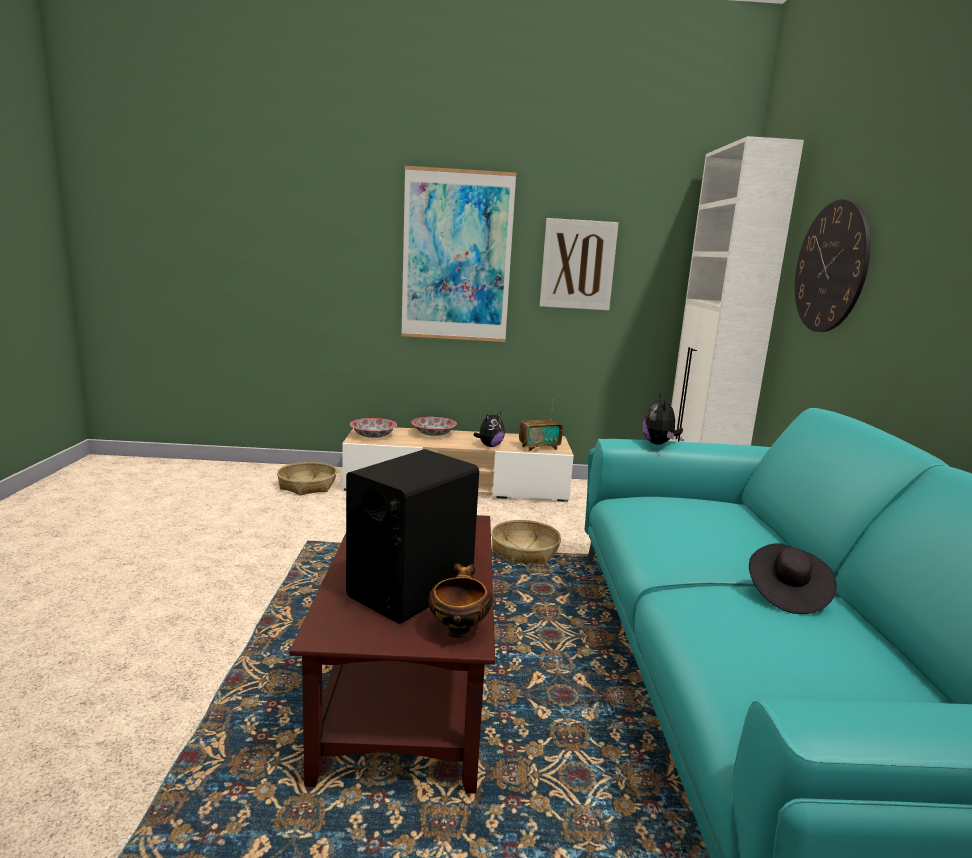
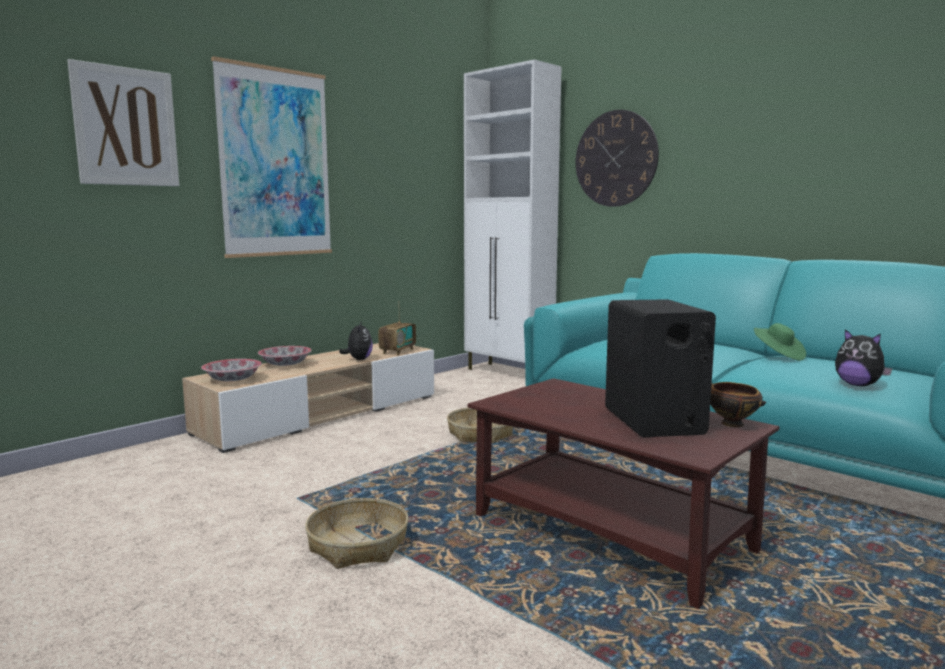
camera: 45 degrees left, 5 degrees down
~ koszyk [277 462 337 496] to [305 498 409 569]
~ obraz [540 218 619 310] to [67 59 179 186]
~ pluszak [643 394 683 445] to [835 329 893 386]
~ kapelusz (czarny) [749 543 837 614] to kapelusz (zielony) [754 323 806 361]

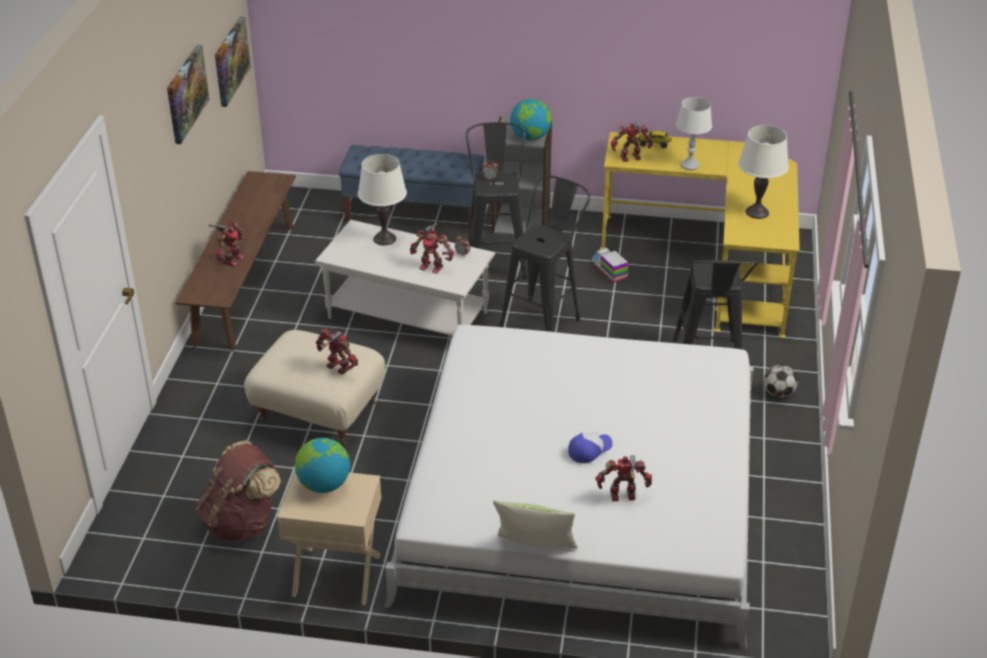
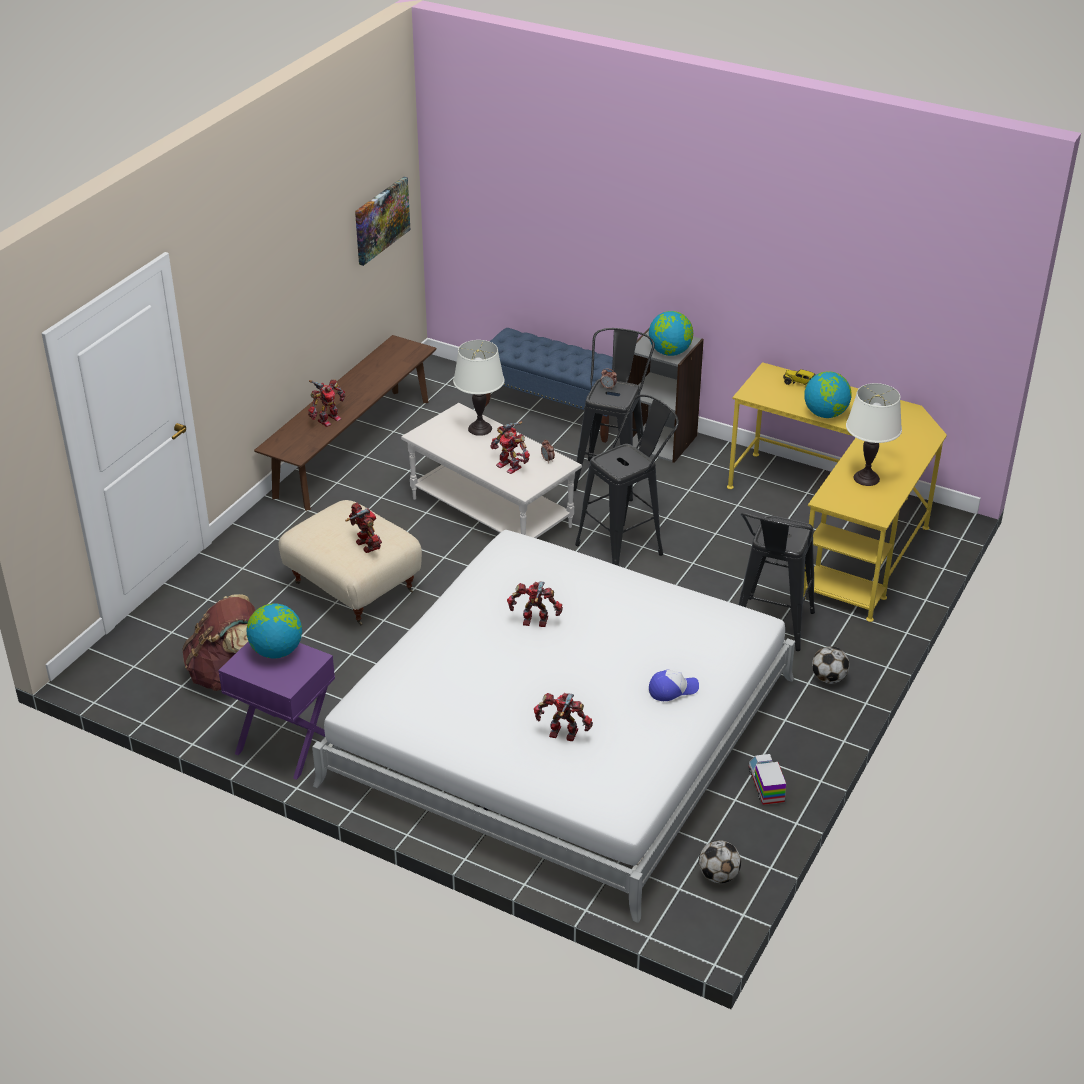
camera: 20 degrees right, 0 degrees up
- obraz [167 45 209 144]
- poduszka [493 500 578 549]
+ piłka futbolowa [699 840 741 883]
~ czapka z daszkiem [568 432 613 463] to [649 670 699 701]
~ ciężarówka zabawkowa [591 248 628 283] to [749 754 786 805]
~ robot zabawkowy [610 121 653 162] to [507 581 563 627]
~ lampa stołowa (biały) [676 97 712 170] to globus [804 371 852 418]
~ szafka nocna (beżowy) [277 472 382 605] to szafka nocna (fioletowy) [218 641 335 780]

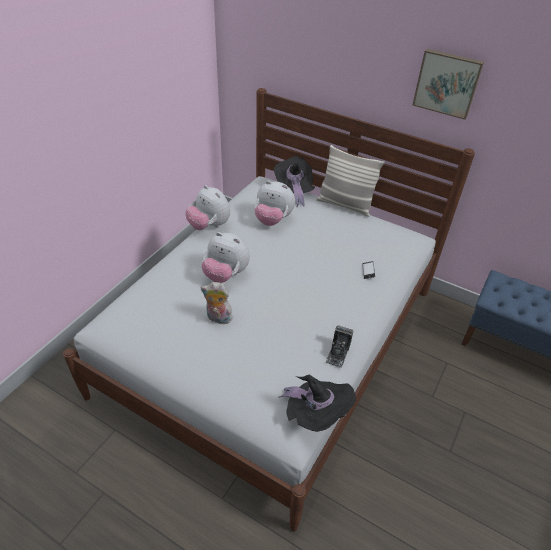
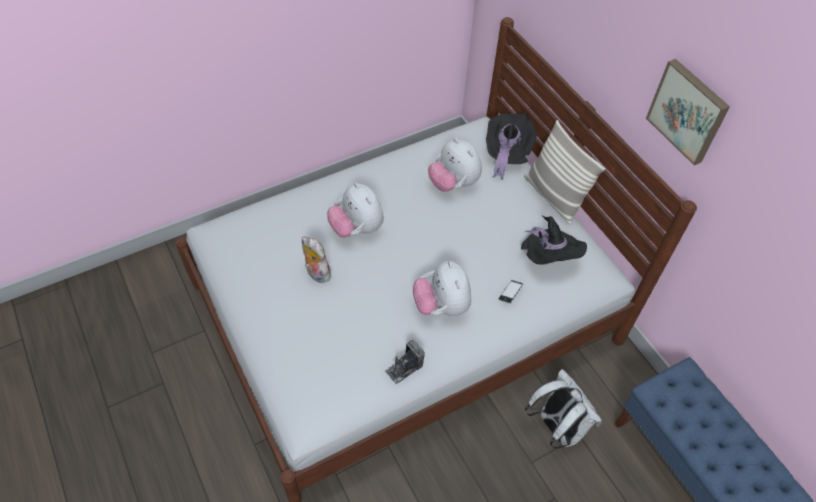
camera: 30 degrees right, 10 degrees up
+ plecak (biały) [525 369 602 449]
~ pluszak [185 185 230 230] to [413 261 471 316]
~ kapelusz (czarny) [278 375 356 432] to [521 216 587 265]

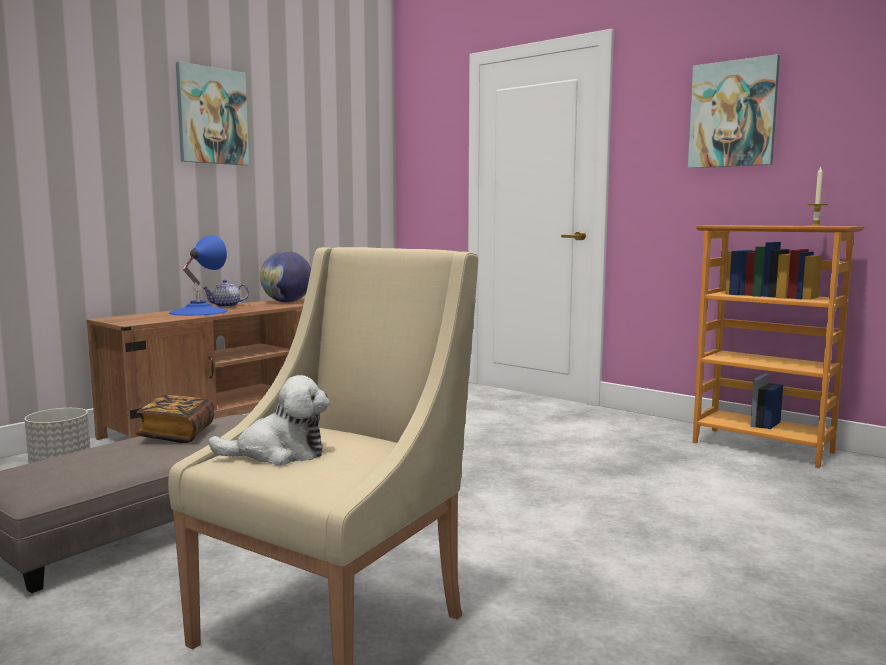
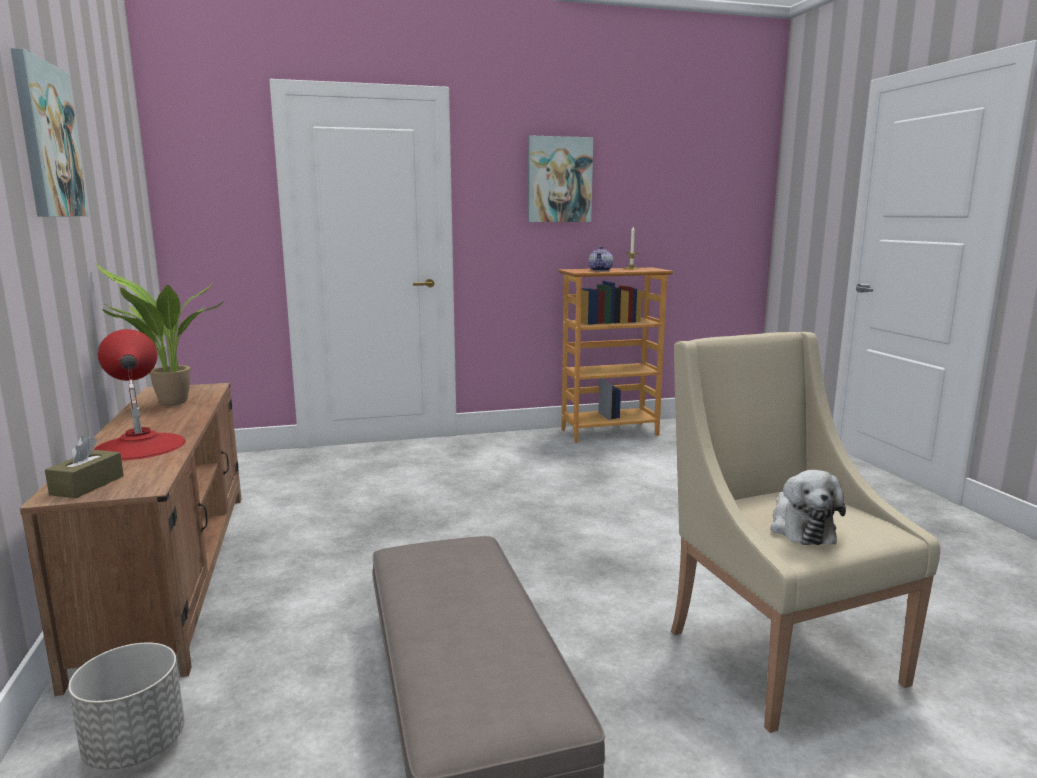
camera: 55 degrees left, 5 degrees up
- książka [136 395 214 443]
+ pudełko chusteczek (brązowy) [45 436 124 498]
~ imbryk [202 280 249 307] to [588 246 613 272]
~ globus [260 251 311 302] to roślina doniczkowa [96 264 224 406]
~ lampa stołowa (niebieski) [169 235 228 316] to lampa stołowa (czerwony) [94 329 186 461]
~ pluszak [208 375 330 466] = [770 470 846 545] 150 degrees clockwise

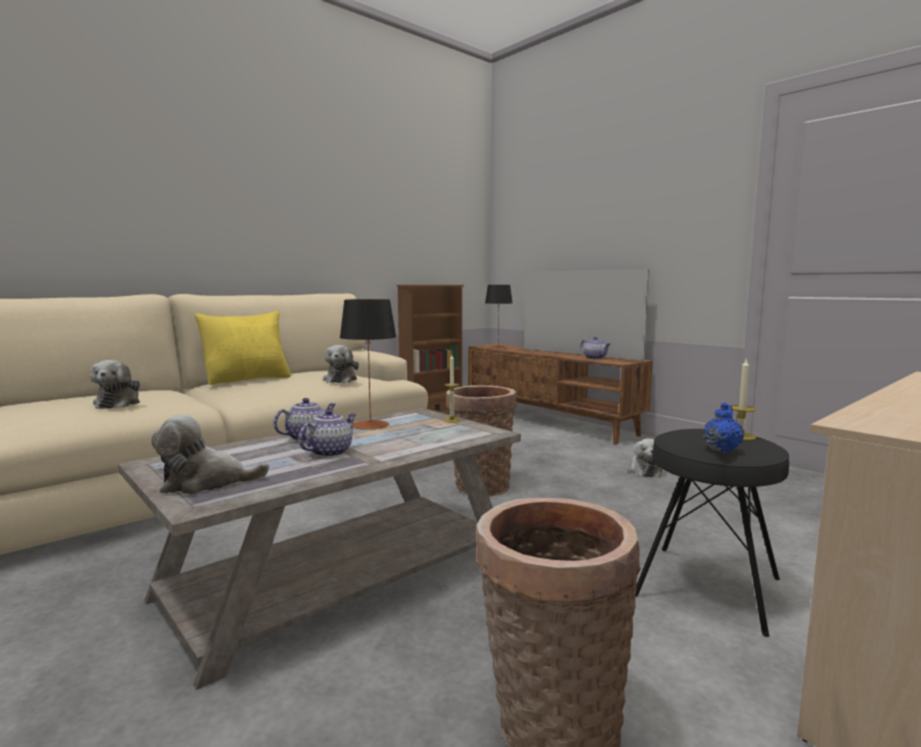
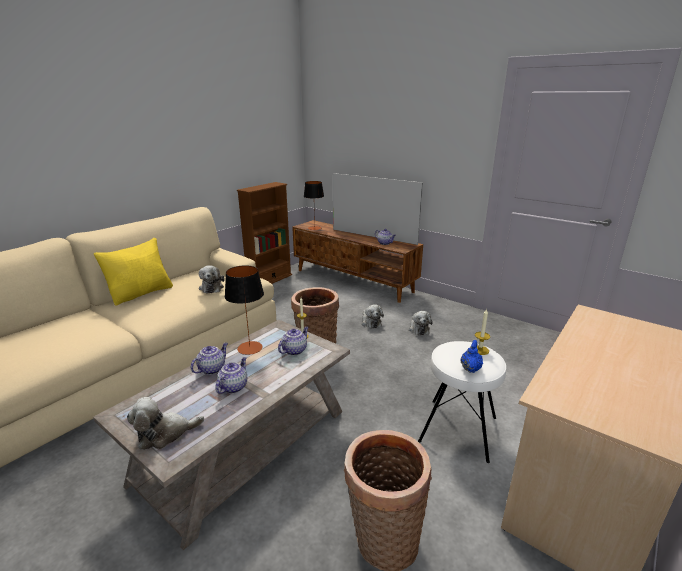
camera: 10 degrees left, 15 degrees up
+ imbryk [278 326 309 355]
~ pluszak [90 360 140 409] to [362 304 384 329]
~ stołek (czarny) [635 429 789 637] to stołek (biały) [418 341 506 463]

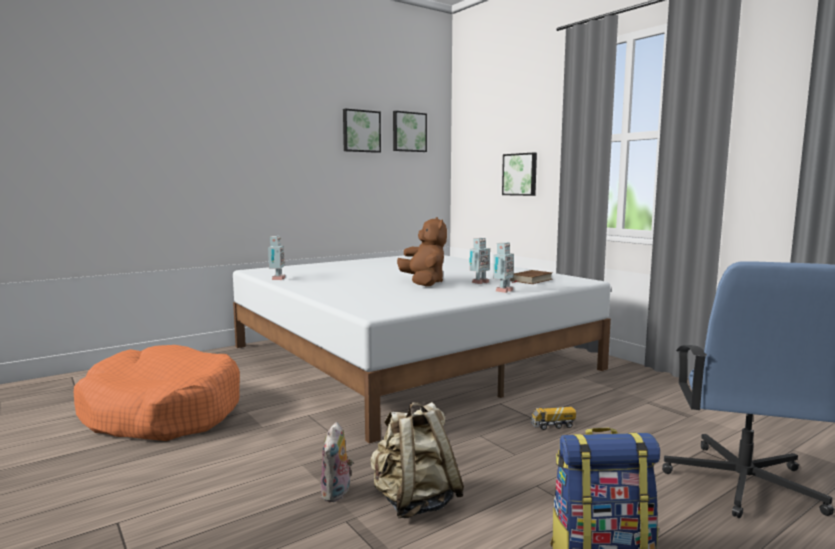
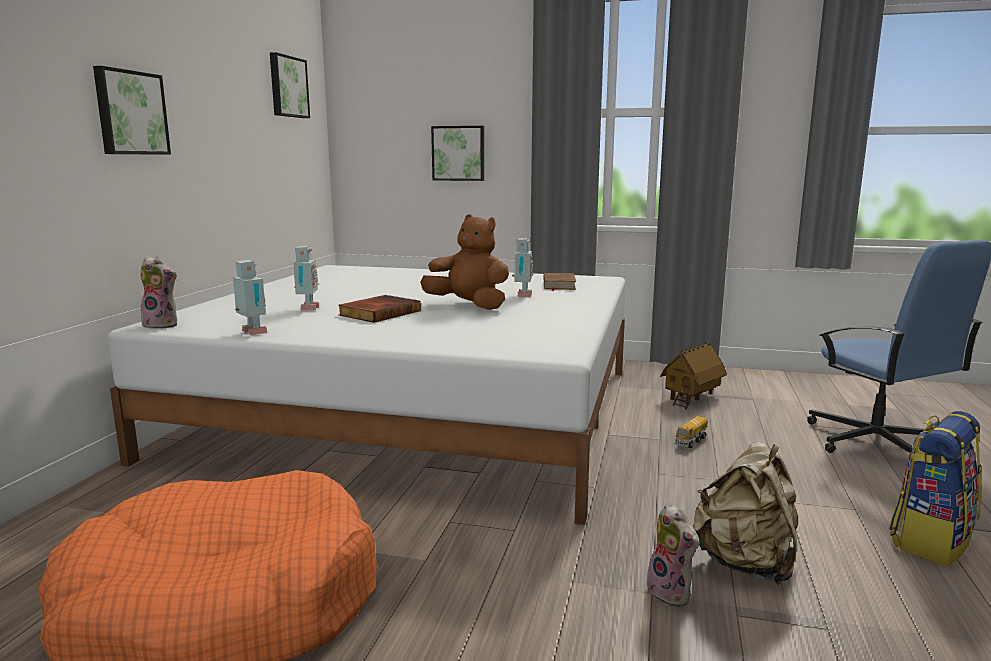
camera: 40 degrees left, 5 degrees up
+ pluszak [140 256 177 329]
+ książka [338 295 421 323]
+ domek [660 343 727 409]
~ obraz [343 109 381 153] to [93 66 171 155]
~ robot zabawkowy [493 242 514 293] to [293 246 319 311]

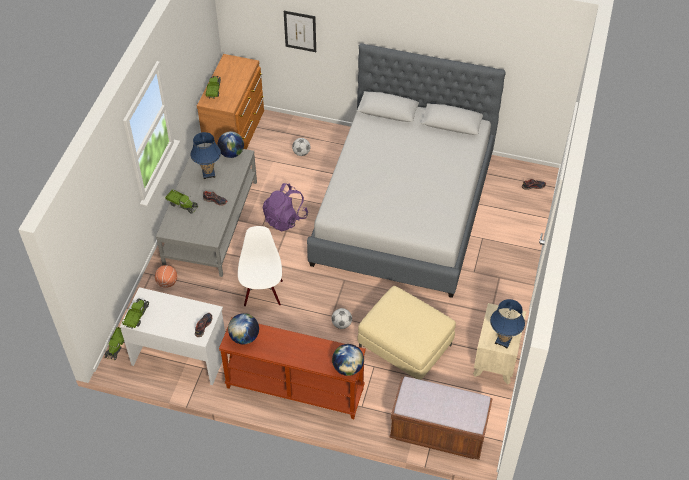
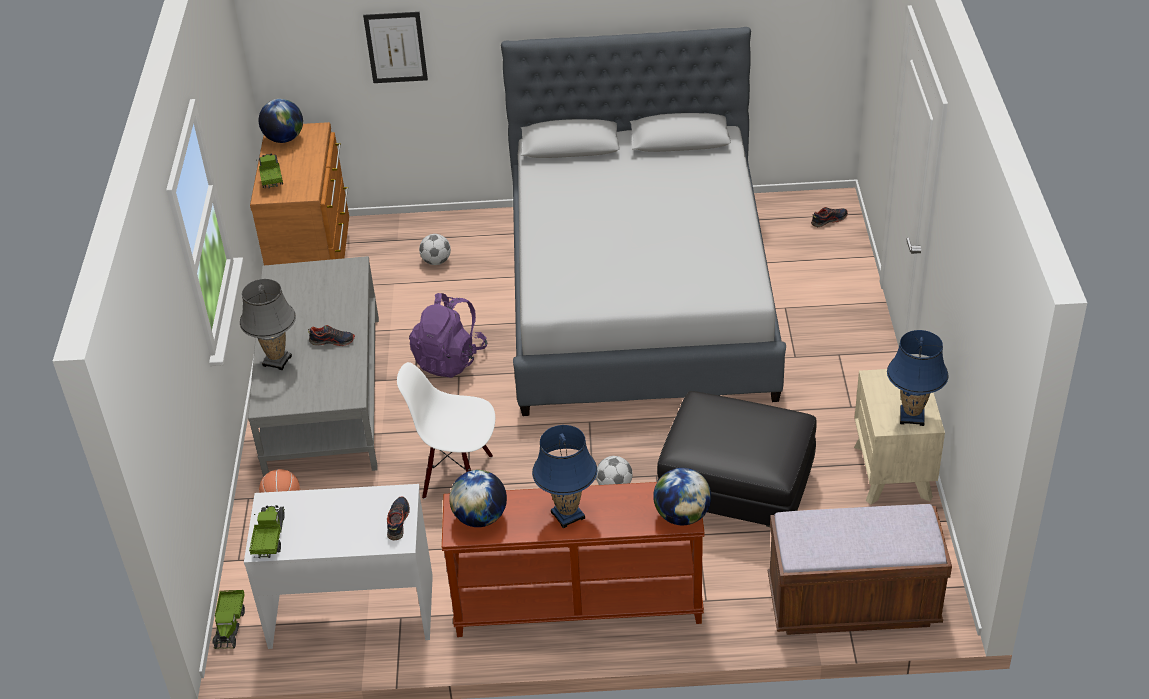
camera: 15 degrees left, 10 degrees down
~ lampa stołowa (niebieski) [190 132 221 179] to [532 425 597 528]
~ globus [217 131 244 158] to [259 99 303 143]
~ ciężarówka zabawkowa [165 189 198 214] to lampa stołowa (szary) [240 279 296 370]
~ pufa (beżowy) [358 286 456 380] to pufa (czarny) [657 391 817 527]
~ krzesło (biały) [238 226 283 307] = [397 362 495 499] 60 degrees counterclockwise

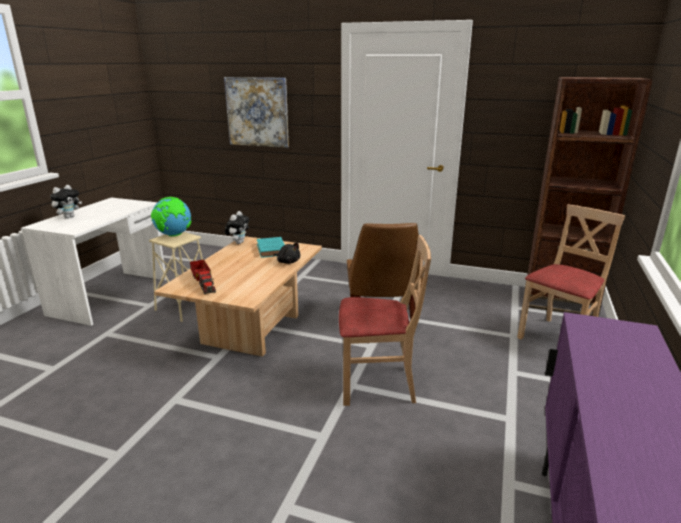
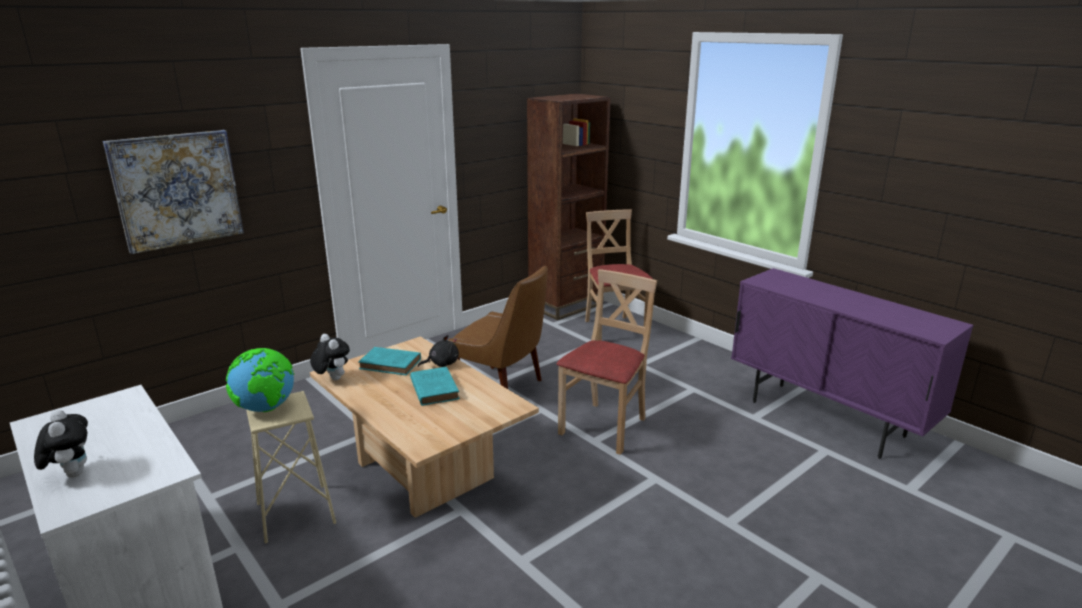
camera: 60 degrees left, 0 degrees up
- ciężarówka zabawkowa [190 259 216 295]
+ książka (turkusowy) [410 367 460 406]

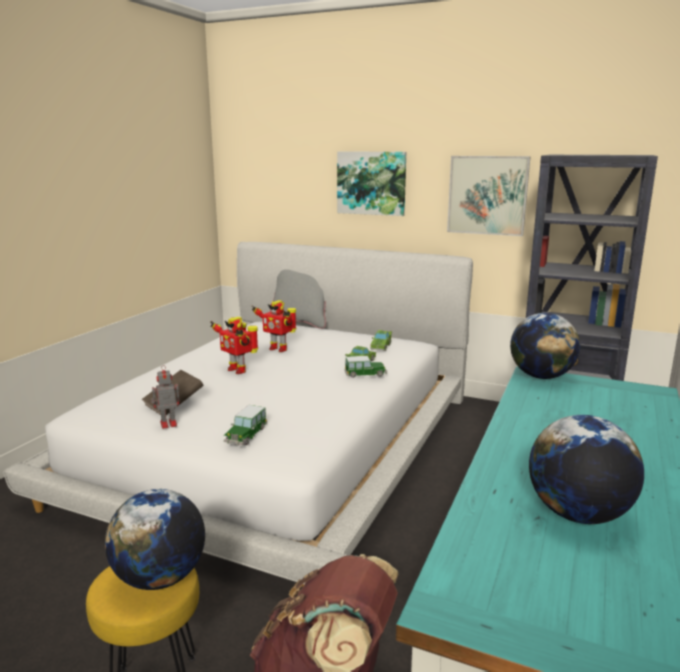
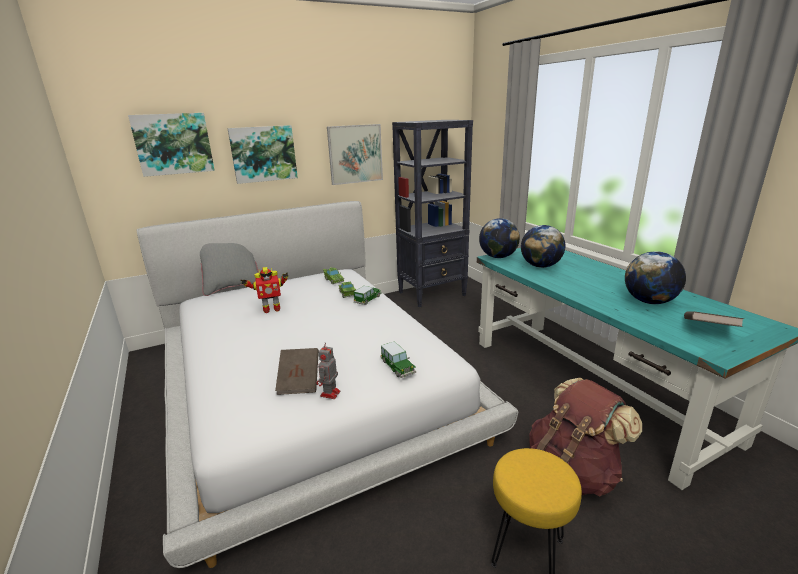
camera: 50 degrees left, 5 degrees up
- robot zabawkowy [210 317 258 374]
+ obraz [128 113 215 177]
+ książka (brązowy) [684 311 744 327]
~ globus [105 489 205 590] to [521 225 565 268]

